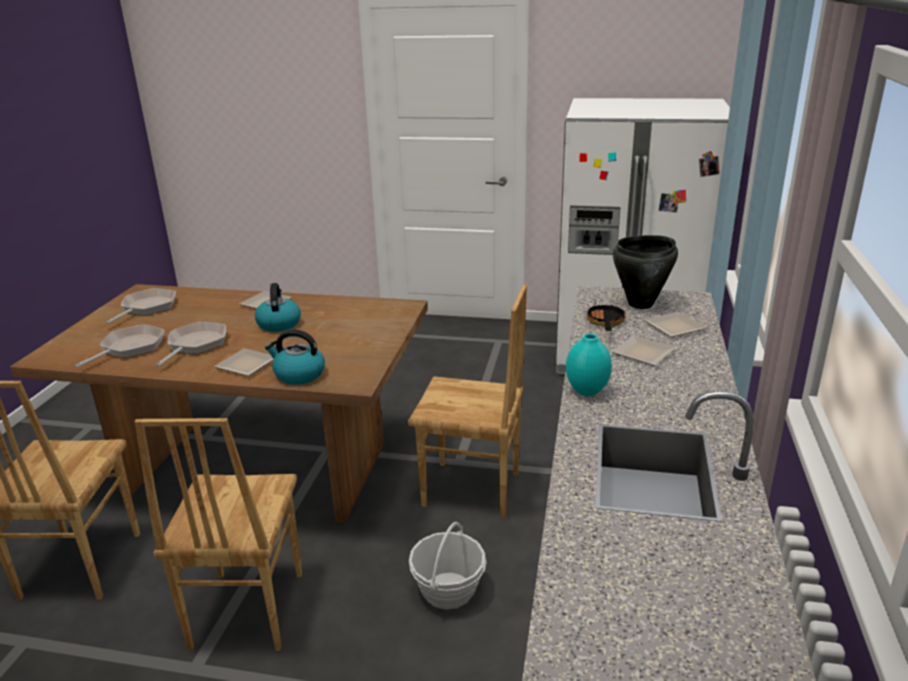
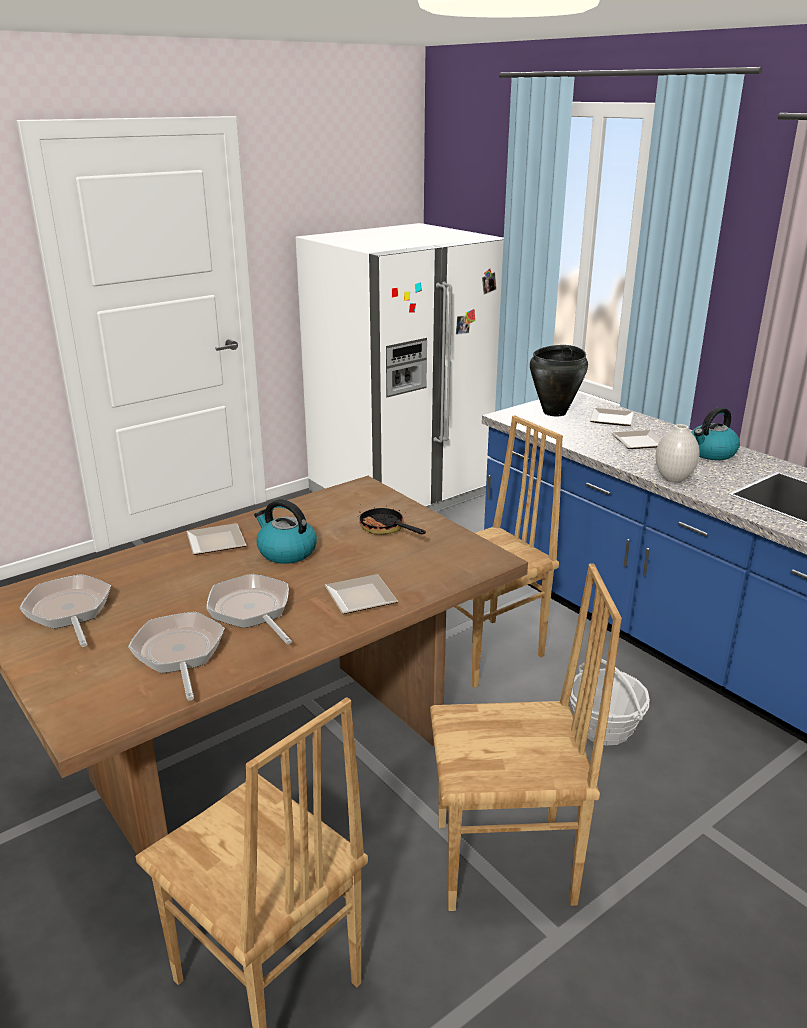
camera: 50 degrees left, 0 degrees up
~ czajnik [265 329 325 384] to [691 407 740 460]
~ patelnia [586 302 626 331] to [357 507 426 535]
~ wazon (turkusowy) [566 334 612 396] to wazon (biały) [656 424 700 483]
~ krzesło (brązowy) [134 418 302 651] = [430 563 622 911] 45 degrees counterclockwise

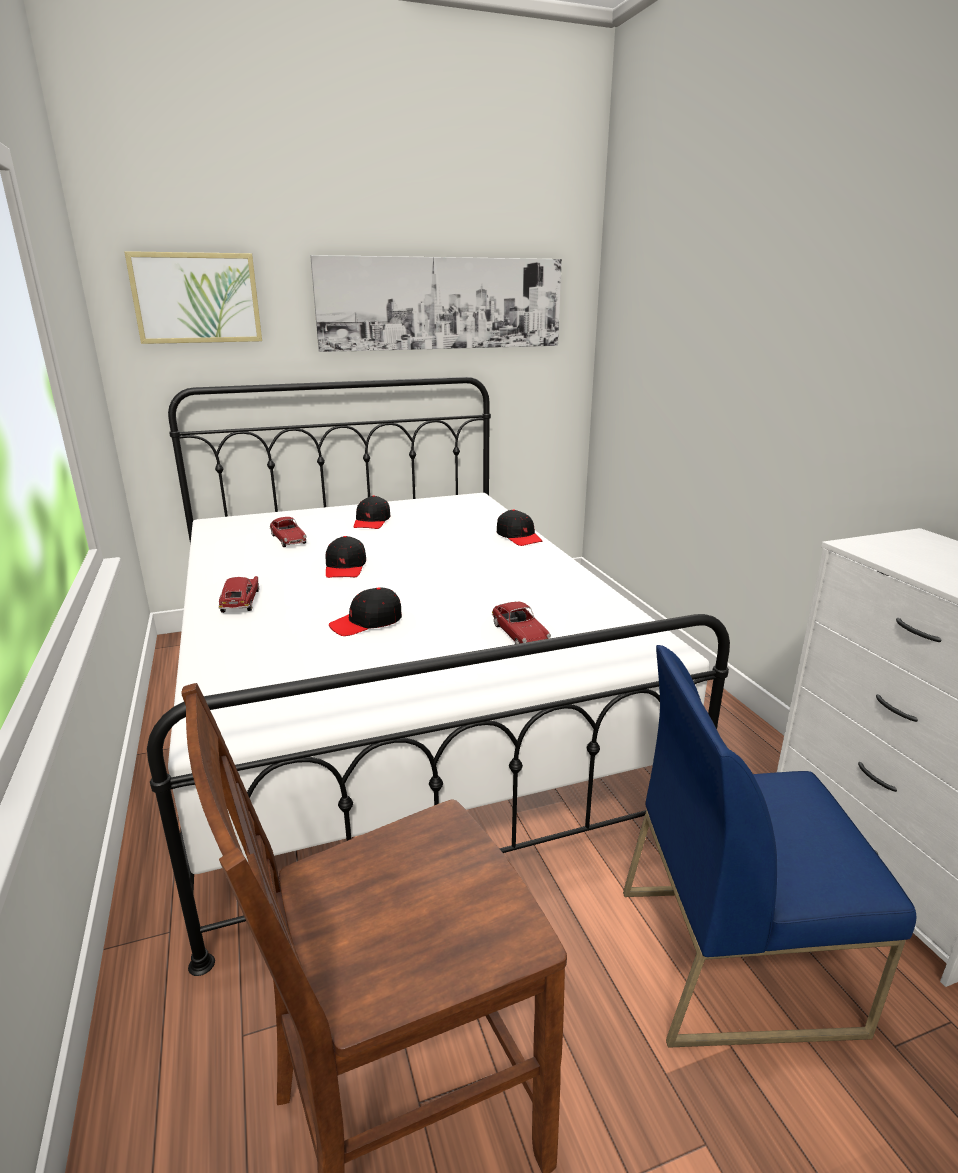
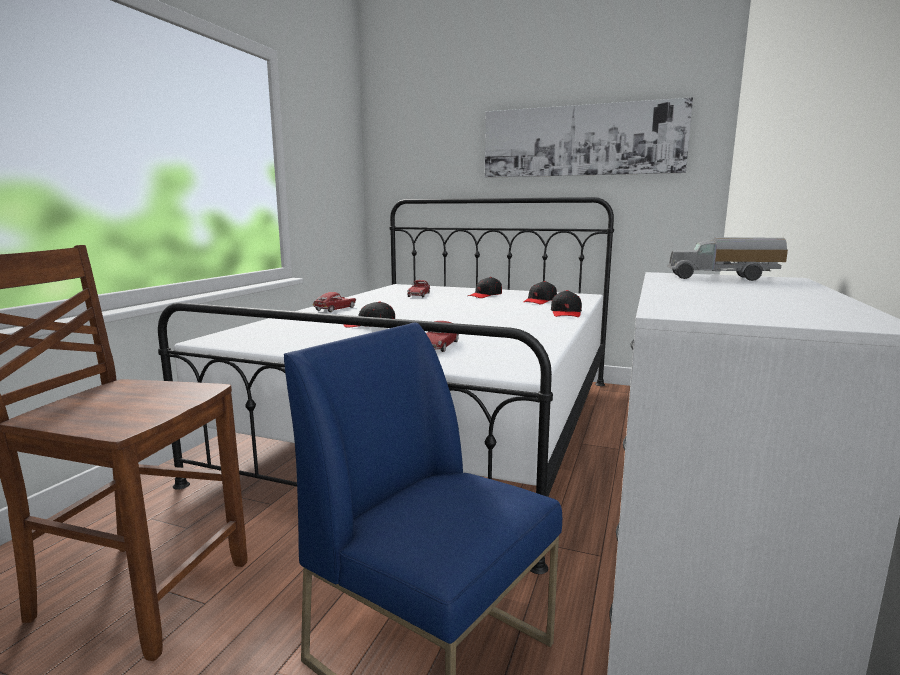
camera: 40 degrees right, 10 degrees down
- obraz [124 251 262 344]
+ ciężarówka zabawkowa [667 237 788 281]
~ czapka z daszkiem (czarny) [325 536 366 578] to [524 281 557 304]

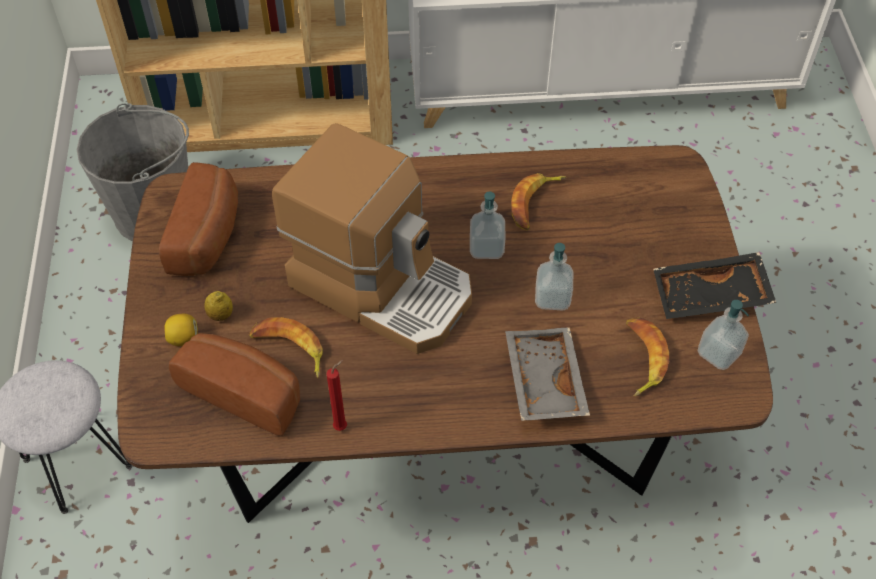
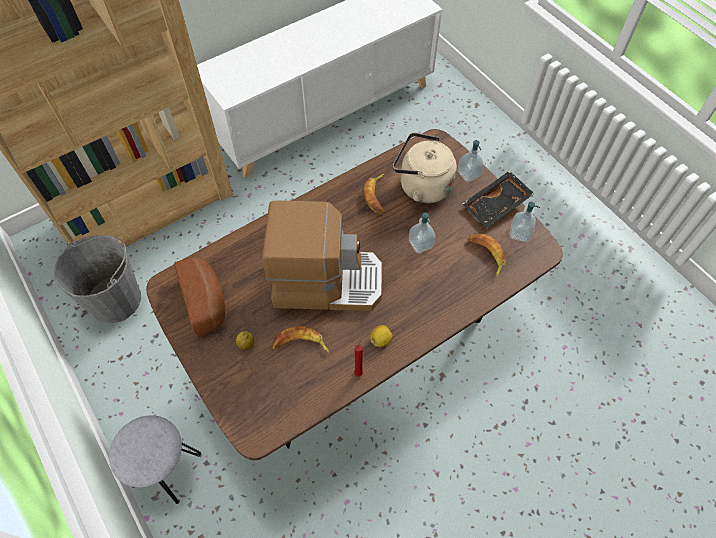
camera: 30 degrees left, 5 degrees up
- chleb [169 333 300 436]
- taca (szary) [505 327 590 421]
+ czajnik (beżowy) [393 132 457 203]
~ cytryna [164 314 198 346] to [370 325 393 347]
~ dozownik mydła [470 192 506 259] to [458 140 484 182]

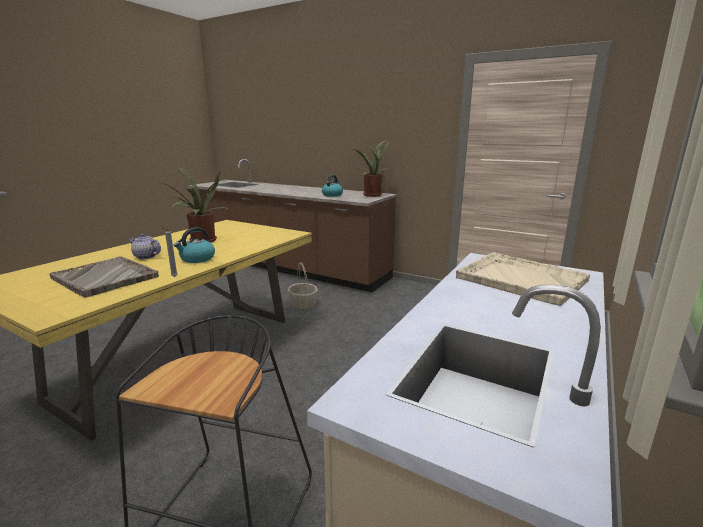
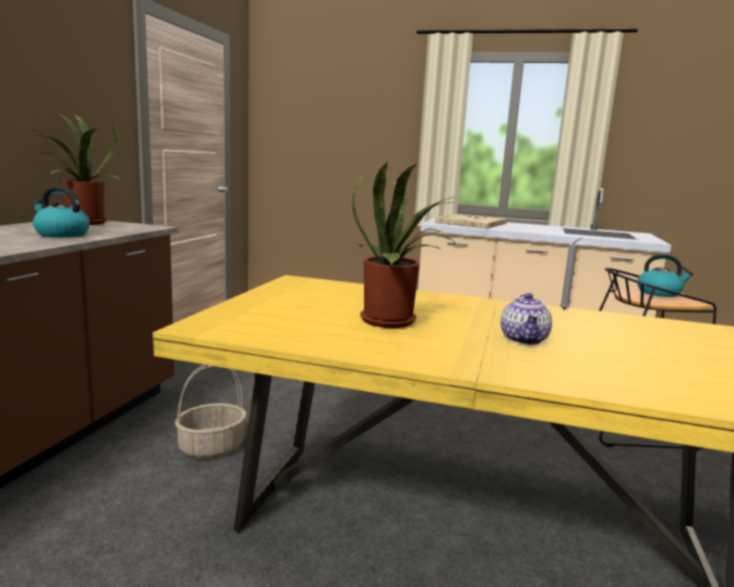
camera: 105 degrees left, 5 degrees down
- taca (szary) [49 256 159 298]
~ czajnik [174 227 215 263] to [637 254 694 297]

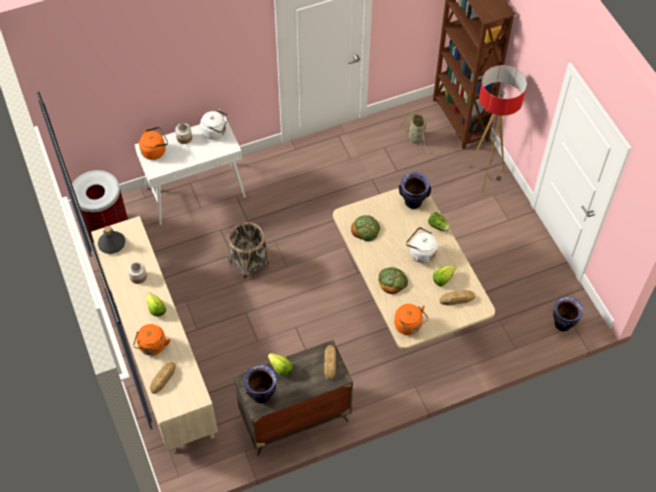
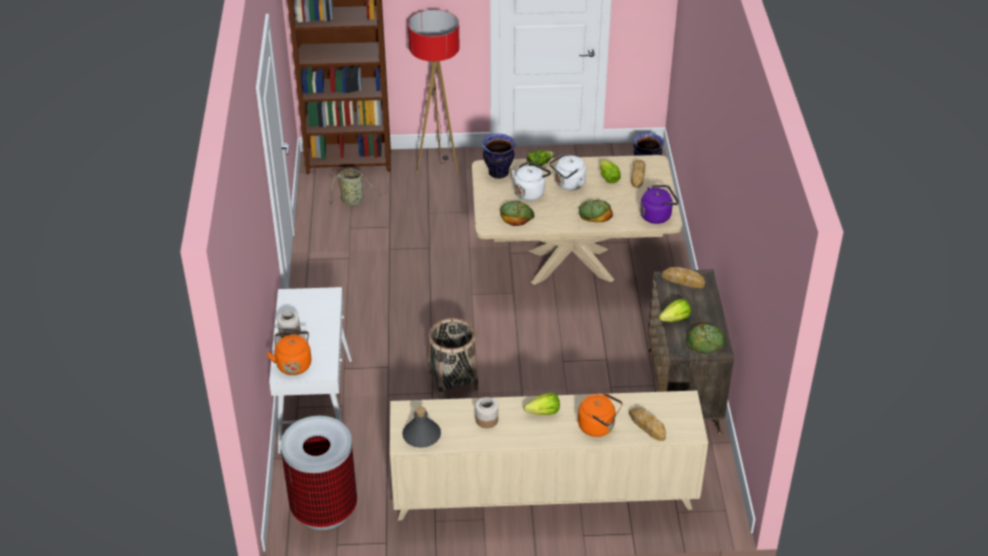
camera: 70 degrees left, 15 degrees down
~ czajnik (biały) [200 109 229 140] to [511 161 551 201]
~ wazon [244 365 277 404] to chleb [686 324 725 354]
~ czajnik (pomarańczowy) [394 304 428 335] to czajnik (fioletowy) [640 185 679 224]

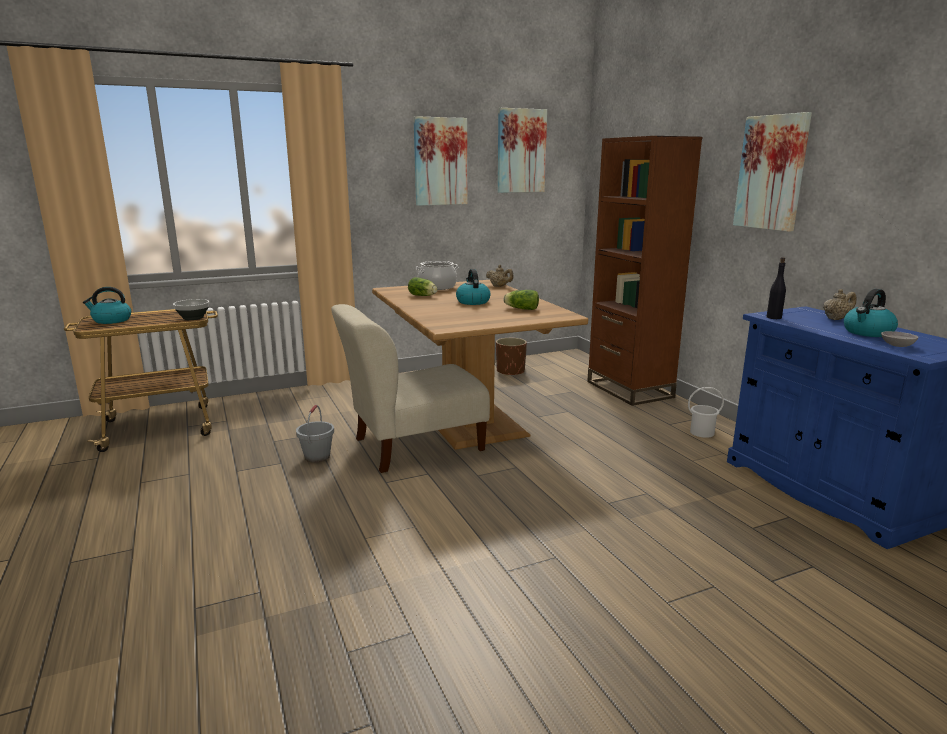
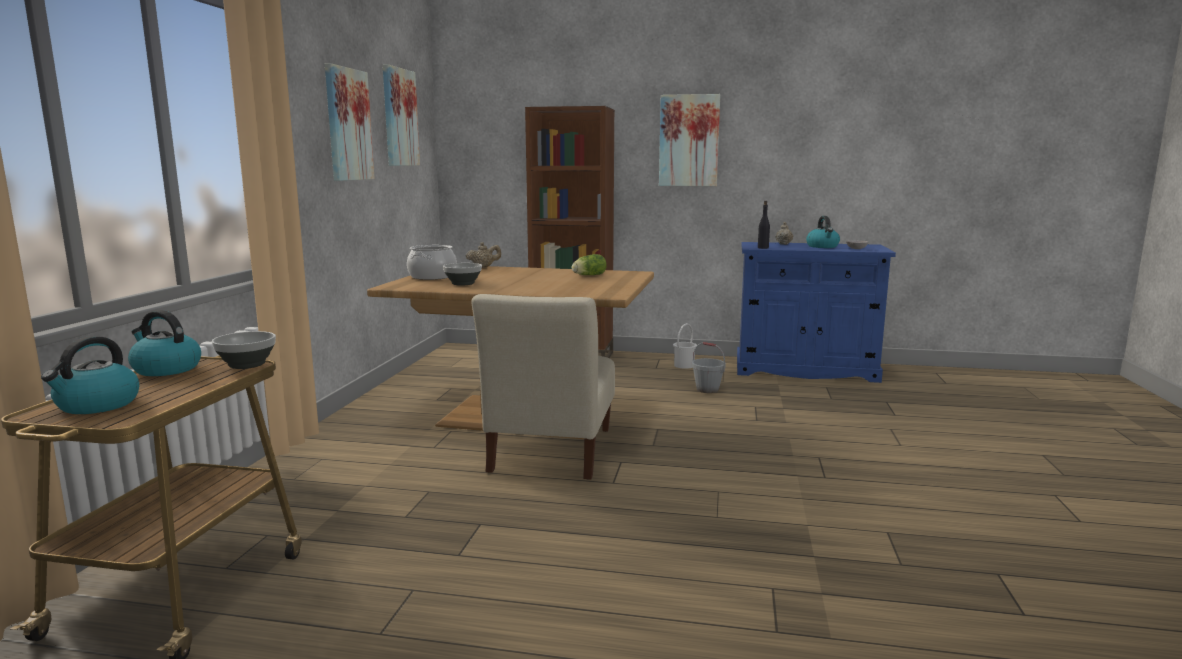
camera: 55 degrees left, 5 degrees down
- donica (brązowy) [496 338 527 376]
~ wiadro (szary) [296 405 334 463] to [692 342 726 393]
~ czajnik [456 269 491 305] to [128 310 201 376]
~ sałata [408 277 437 296] to miska [443 263 482 286]

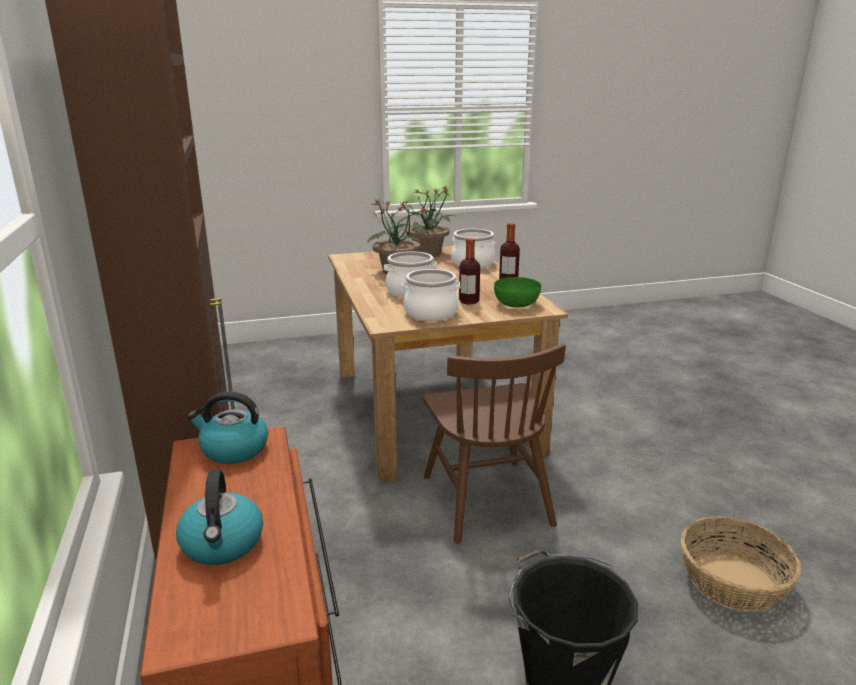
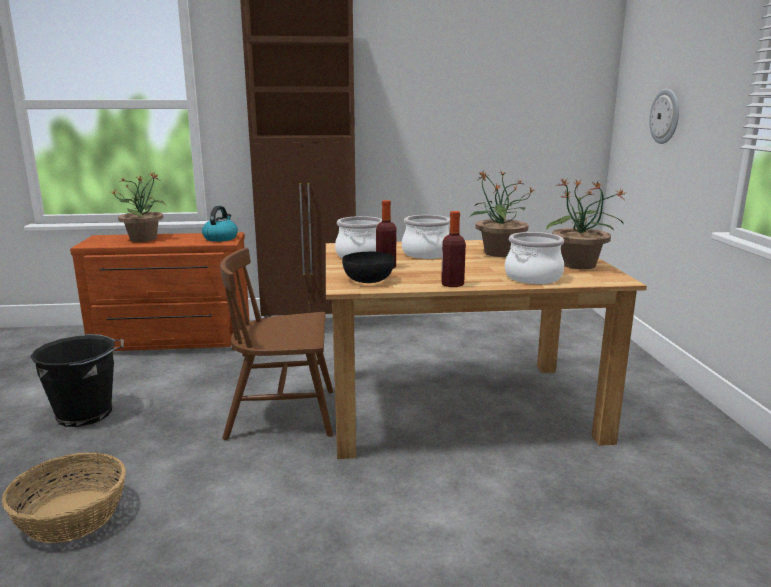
camera: 100 degrees right, 5 degrees down
+ zegar ścienny [649 89 679 144]
~ czajnik [176 470 263 565] to roślina doniczkowa [111 171 165 242]
~ miska (zielony) [494 277 541 308] to miska (czarny) [342 251 394 283]

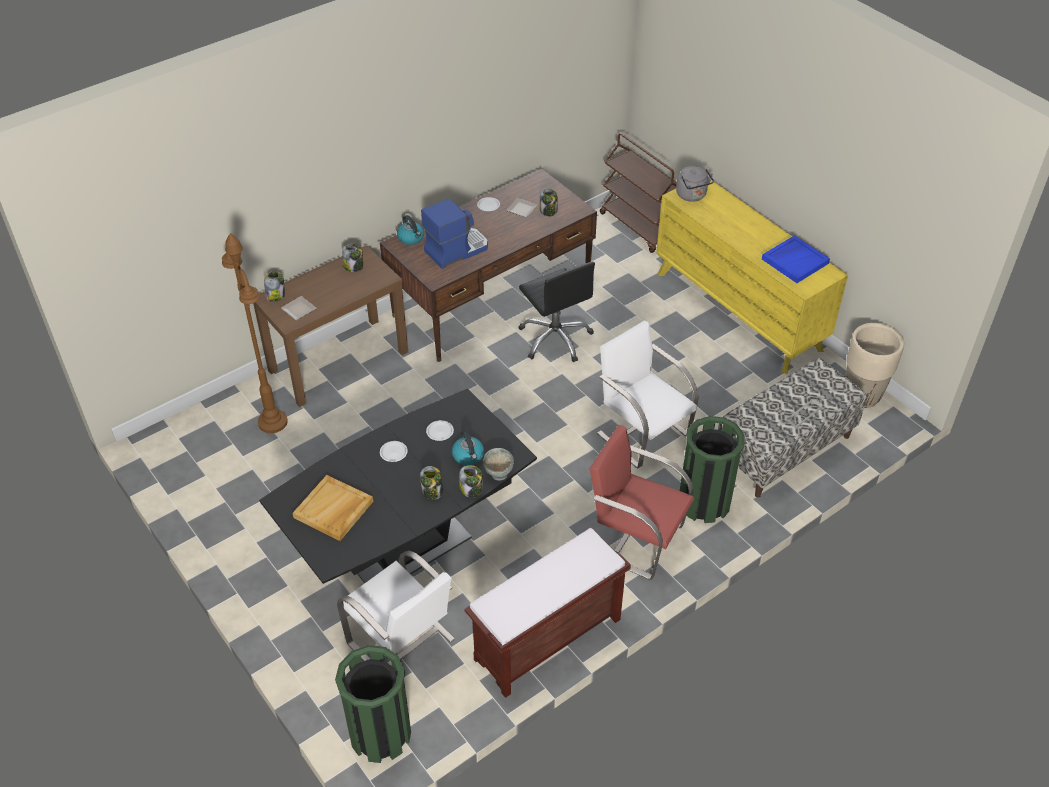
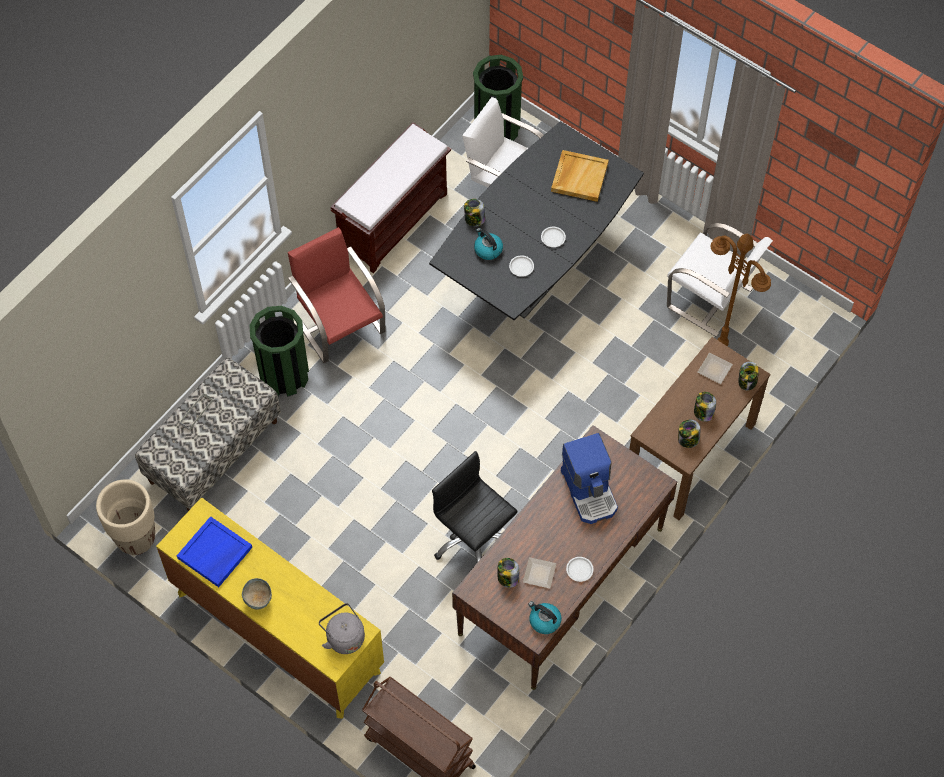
camera: 165 degrees right, 15 degrees up
~ czajnik [397 215 424 245] to [528 601 561 634]
~ słoik [420 466 443 500] to [694 392 716 422]
~ miska (szary) [483 448 514 481] to [242 578 272 610]
~ krzesło (biały) [597 320 699 468] to [667 223 773 337]
~ ekspres do kawy [421 199 488 269] = [561 433 618 524] 60 degrees counterclockwise
~ krzesło (czerwony) [589 425 694 580] = [288 227 385 363] 135 degrees counterclockwise

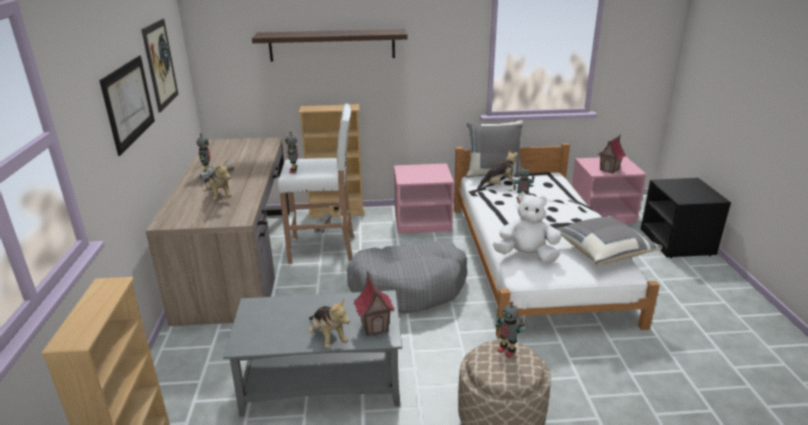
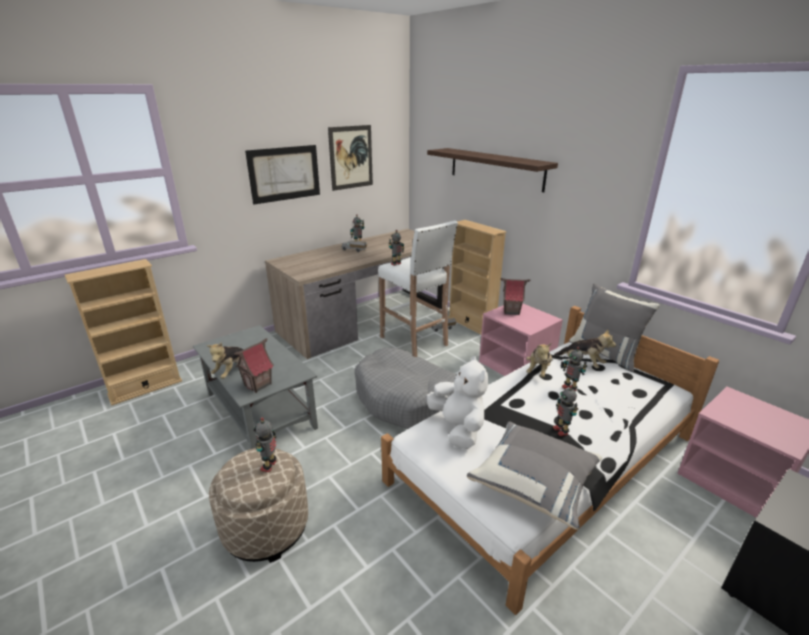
camera: 55 degrees right, 0 degrees up
+ robot zabawkowy [553 385 578 436]
~ pluszak [203 161 232 200] to [526 343 552 378]
~ domek [598 134 626 174] to [500 278 530 315]

